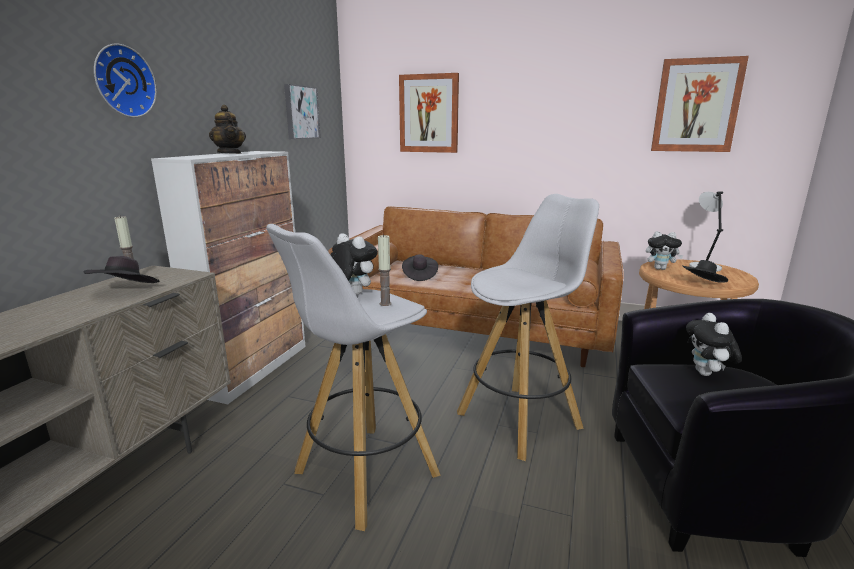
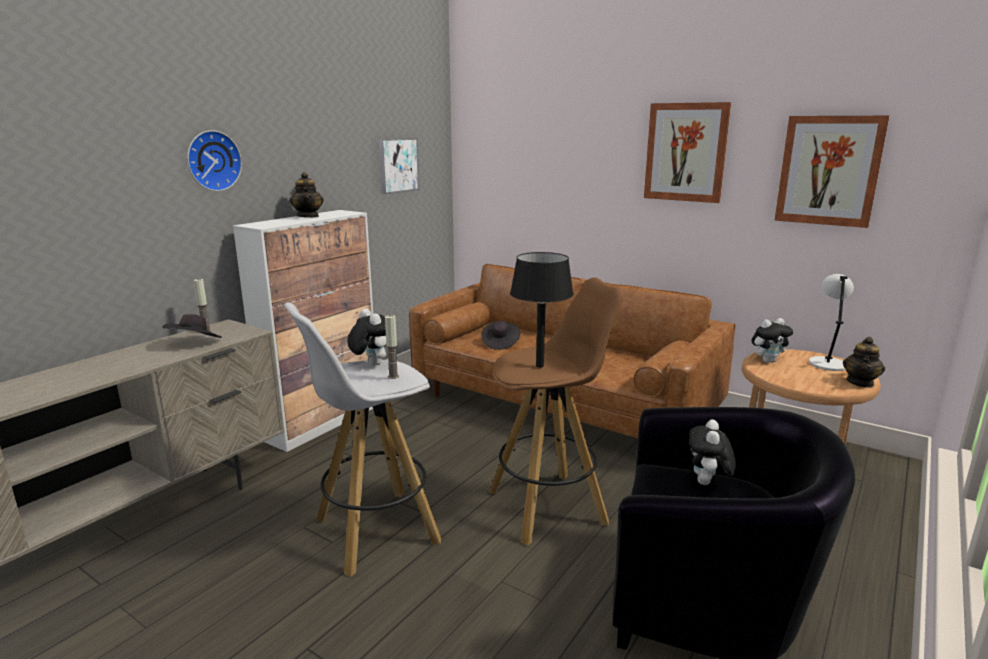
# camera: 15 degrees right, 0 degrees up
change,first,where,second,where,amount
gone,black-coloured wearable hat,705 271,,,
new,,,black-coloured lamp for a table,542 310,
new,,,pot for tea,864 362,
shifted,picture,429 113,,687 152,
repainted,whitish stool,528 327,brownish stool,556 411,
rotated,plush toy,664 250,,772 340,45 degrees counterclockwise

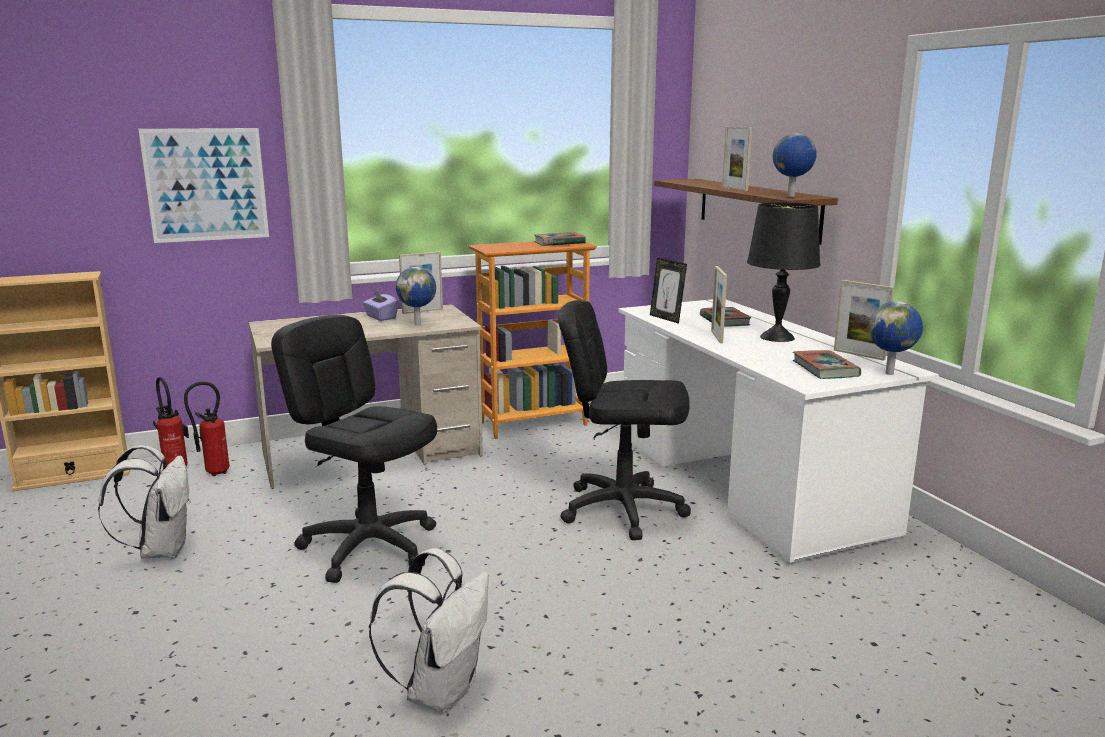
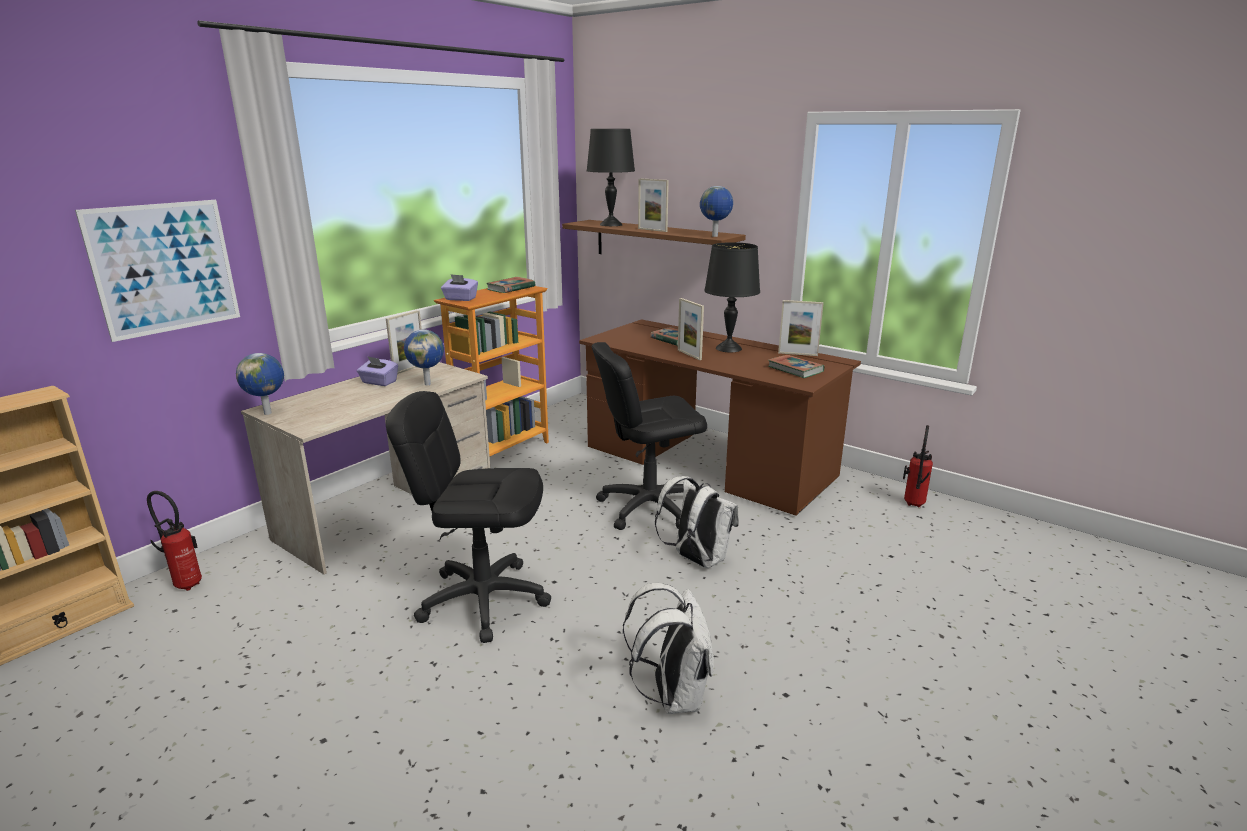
# camera: 30 degrees left, 5 degrees up
change,first,where,second,where,amount
gone,standing frame,668 291,,,
new,,,purplish tissue box,459 287,
new,,,black-coloured lamp for a table,611 177,
shifted,whitish backpack,144 501,,697 522,
shifted,extinguisher,207 429,,918 466,
shifted,globe,896 338,,260 384,
repainted,whitish desk unit,778 431,brownish desk unit,720 417,

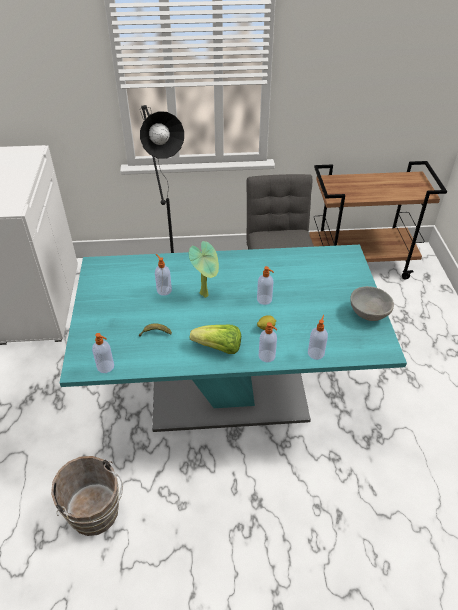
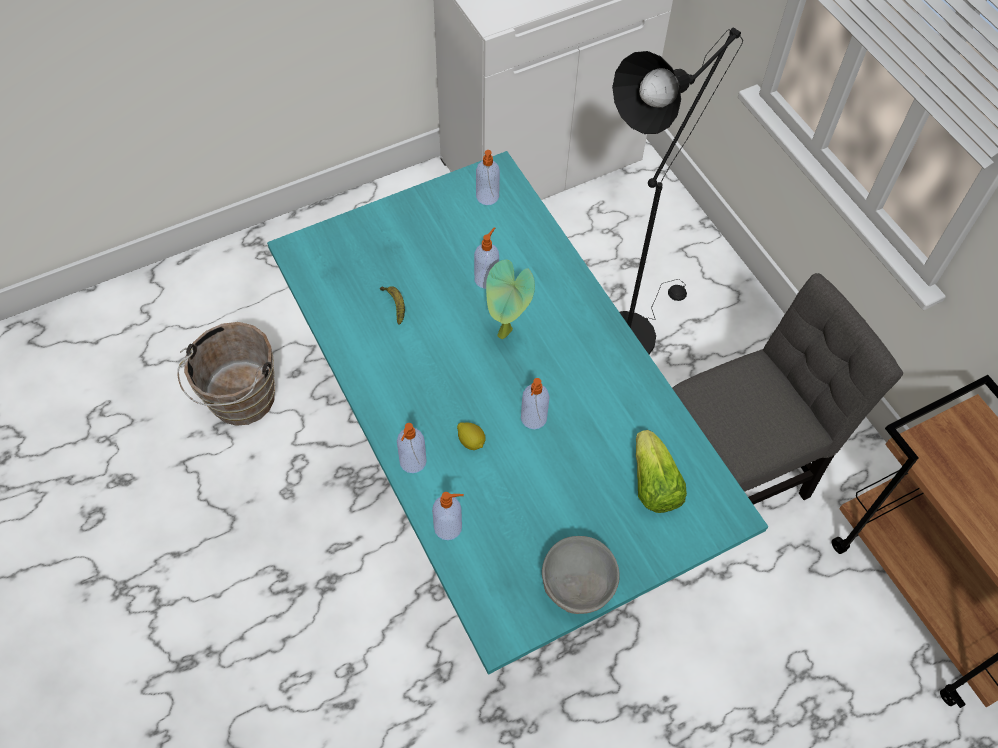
# camera: 65 degrees right, 15 degrees up
change,first,where,second,where,amount
shifted,soap dispenser,103 353,,488 177,
shifted,lettuce head,215 339,,661 471,

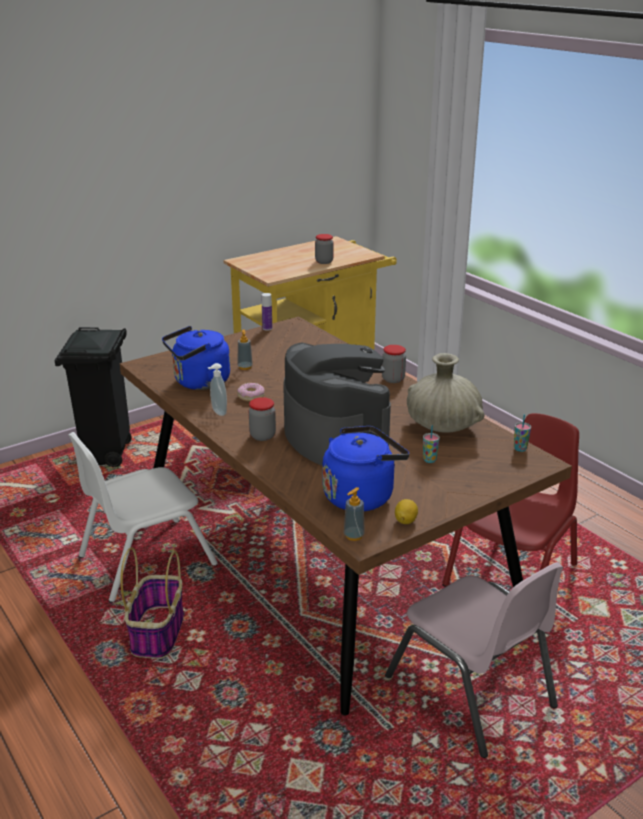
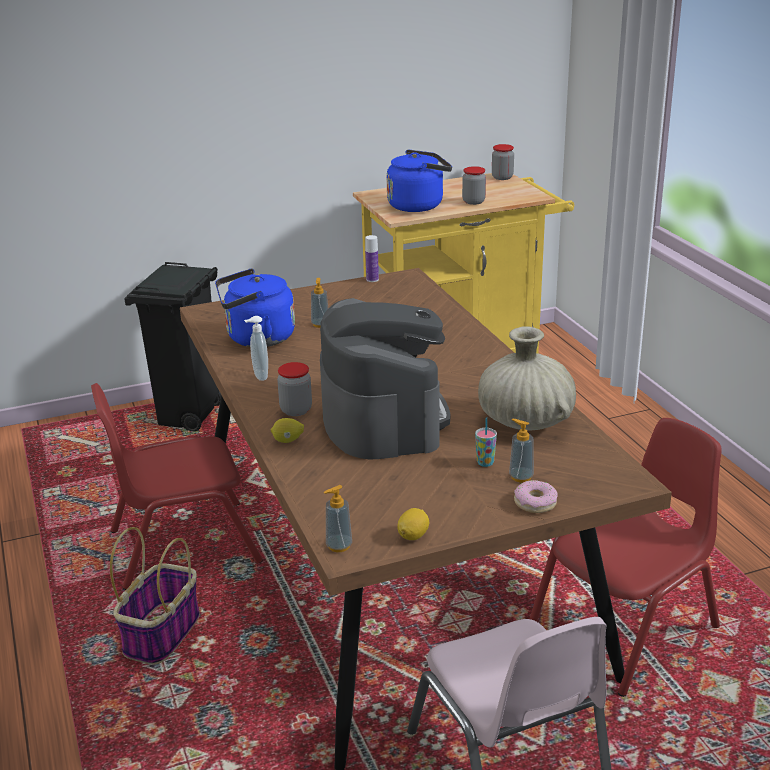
# camera: 15 degrees right, 0 degrees up
change,first,where,second,where,amount
gone,drinking cup,522 433,,,
new,,,citrus fruit,287 430,
new,,,soap dispenser,521 450,
shifted,ring doughnut,251 392,,536 496,
shifted,blue-coloured water kettle,366 468,,419 180,
shifted,storage jar,394 364,,503 162,
repainted,whitish upright chair,143 517,red-coloured upright chair,177 486,

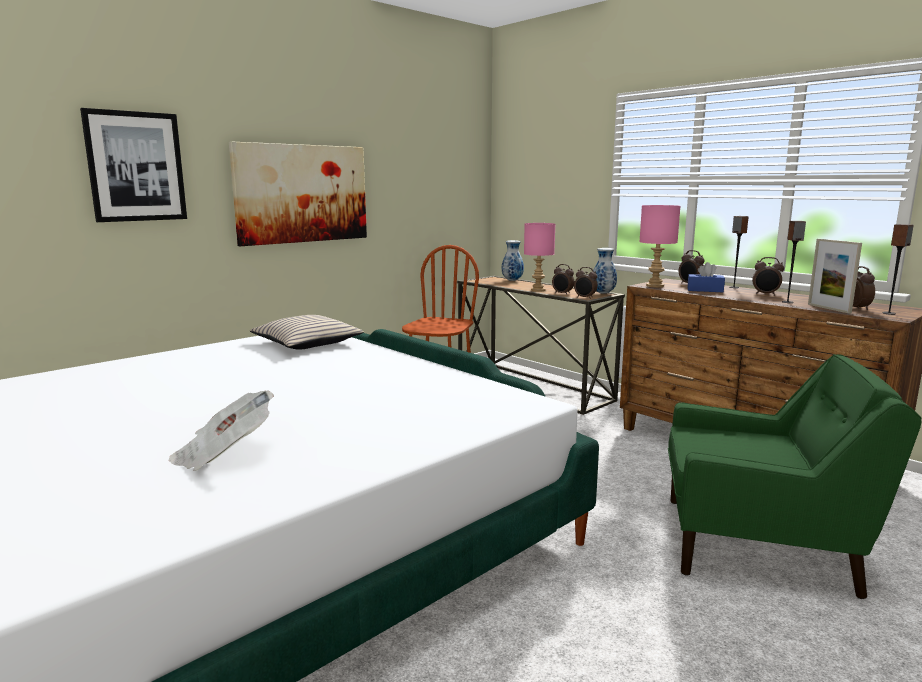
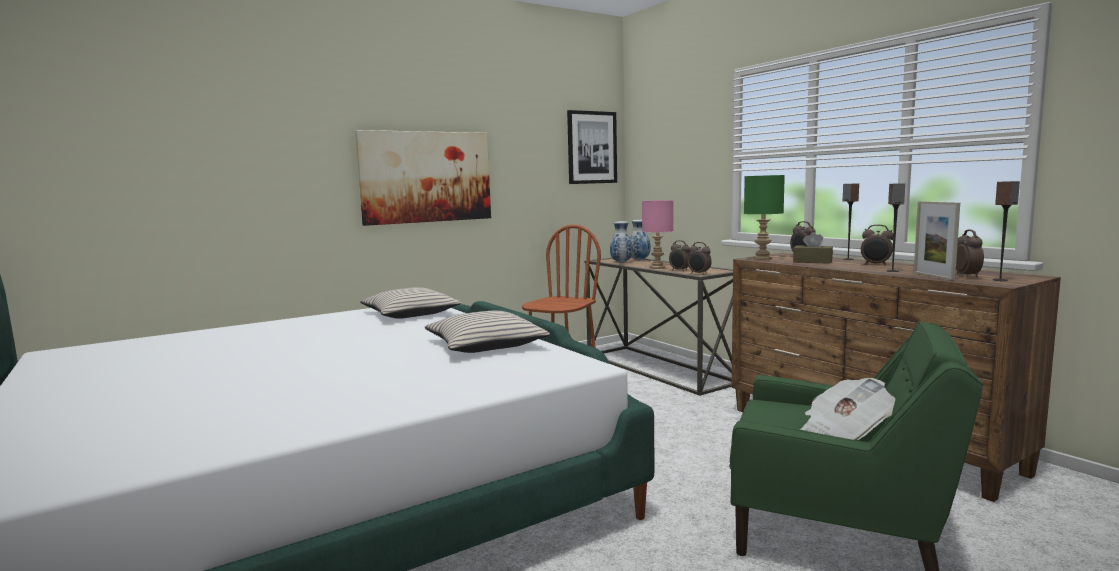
# camera: 10 degrees right, 5 degrees down
change,first,where,second,where,amount
new,,,beige pillow,487 332,
shifted,picture,133 165,,592 147,
shifted,daily paper,221 431,,847 409,
shifted,vase,605 271,,621 242,
repainted,pinkish lamp for a table,660 246,greenish lamp for a table,764 217,
repainted,blue-coloured tissue box,706 277,brownish tissue box,813 248,

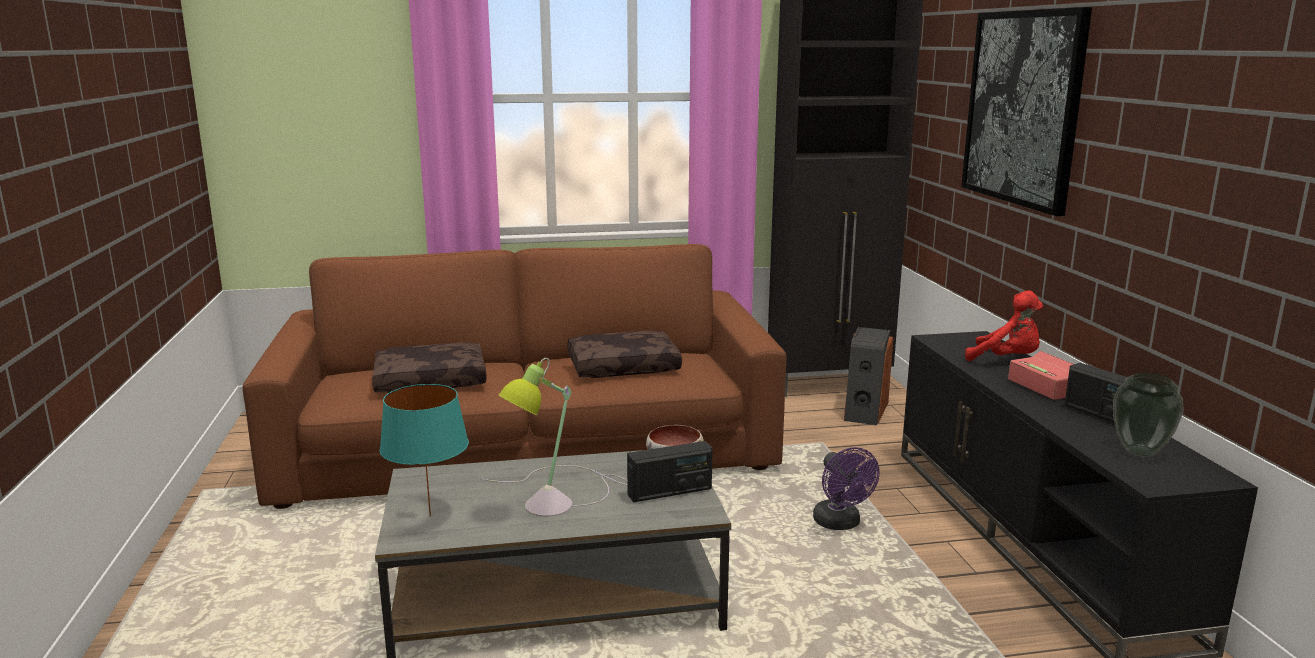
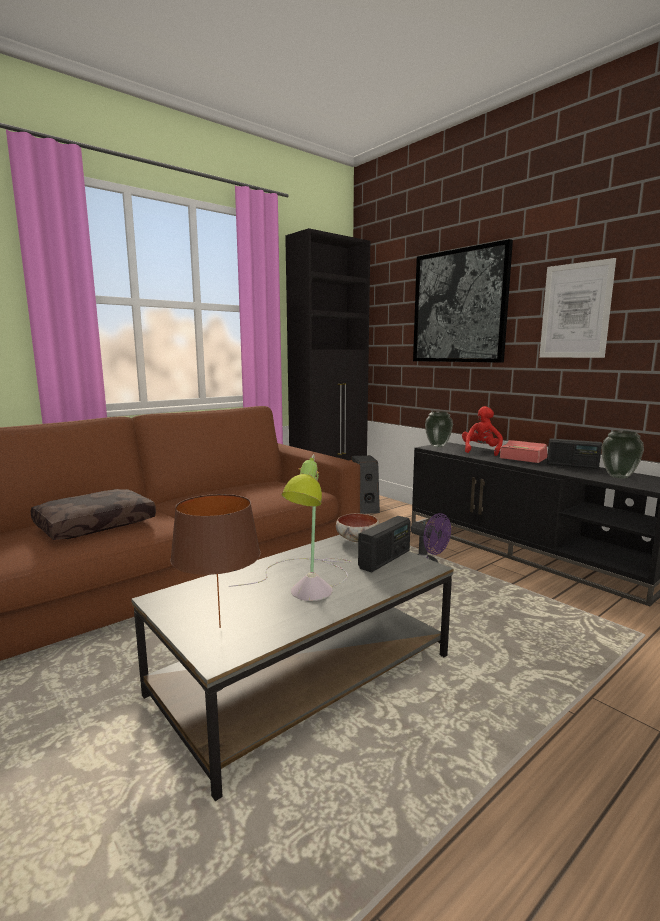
# camera: 30 degrees left, 5 degrees down
change,first,where,second,where,amount
gone,brownish pillow,624 354,,,
new,,,vase,439 429,
new,,,picture,577 308,
repainted,turquoise-coloured lamp for a table,424 450,brownish lamp for a table,215 561,
rotated,red-coloured plush toy,1004 325,,482 431,75 degrees counterclockwise

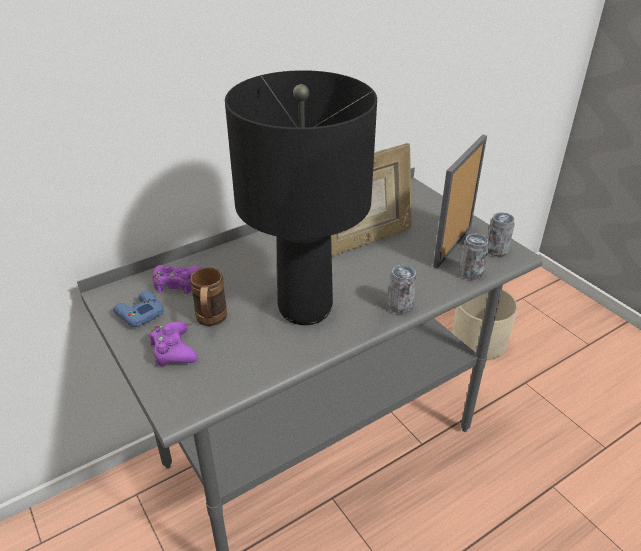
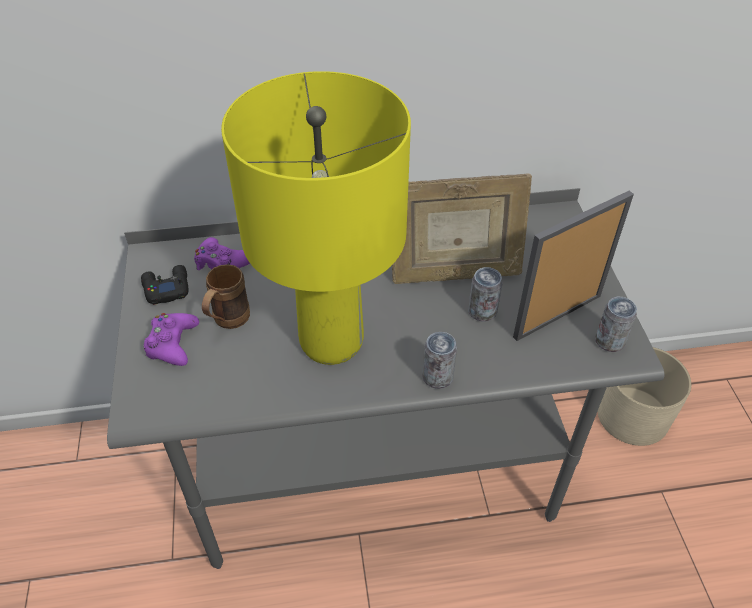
# camera: 25 degrees right, 10 degrees up
change,first,where,second,where,amount
shifted,sealed can,474 257,,485 294,
repainted,blue-coloured gamepad,138 309,black-coloured gamepad,165 285,
repainted,black-coloured lamp for a table,301 197,yellowish lamp for a table,316 218,

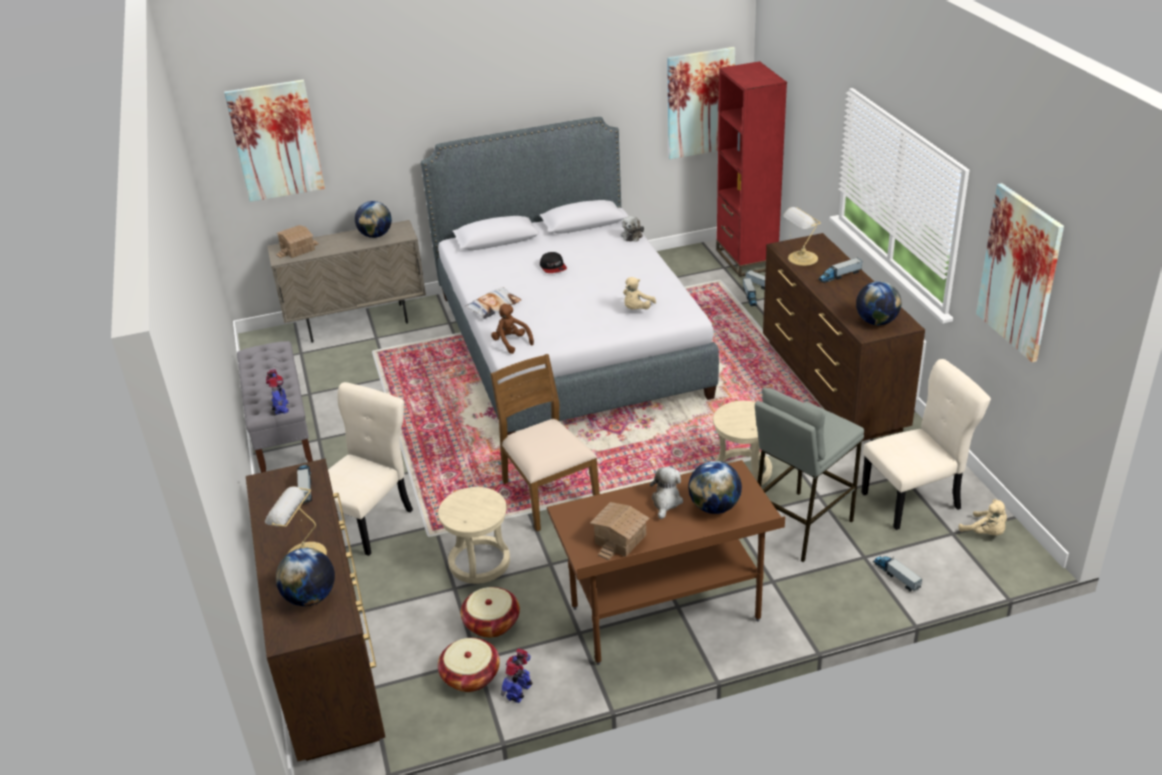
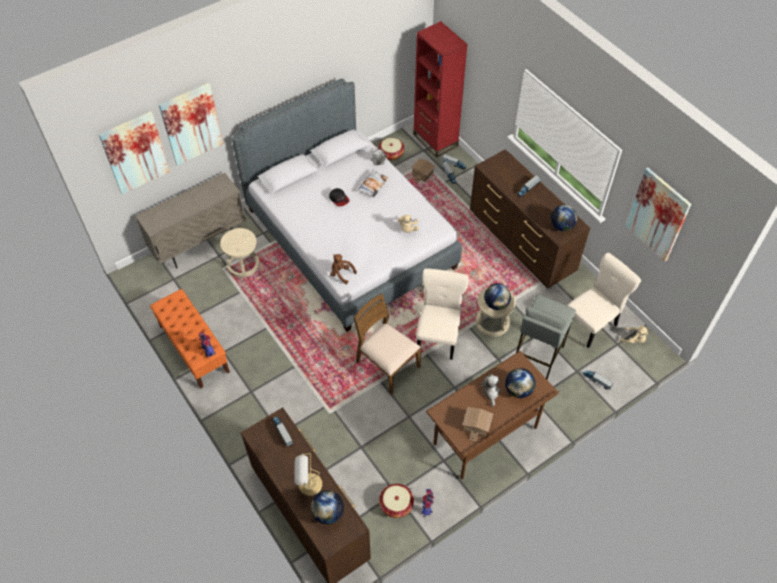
# camera: 20 degrees left, 20 degrees up
change,first,where,second,where,amount
gone,lamp for a table,802 236,,,
shifted,toy house,297 241,,423 170,
shifted,beige upright chair,370 469,,442 314,
shifted,globe,373 219,,497 296,
shifted,beige stool,474 535,,240 252,
shifted,storage basket,490 612,,391 149,
shifted,pillow,493 303,,373 184,
shifted,picture,701 103,,191 124,
repainted,gray indoor bench,275 407,orange-coloured indoor bench,190 339,

